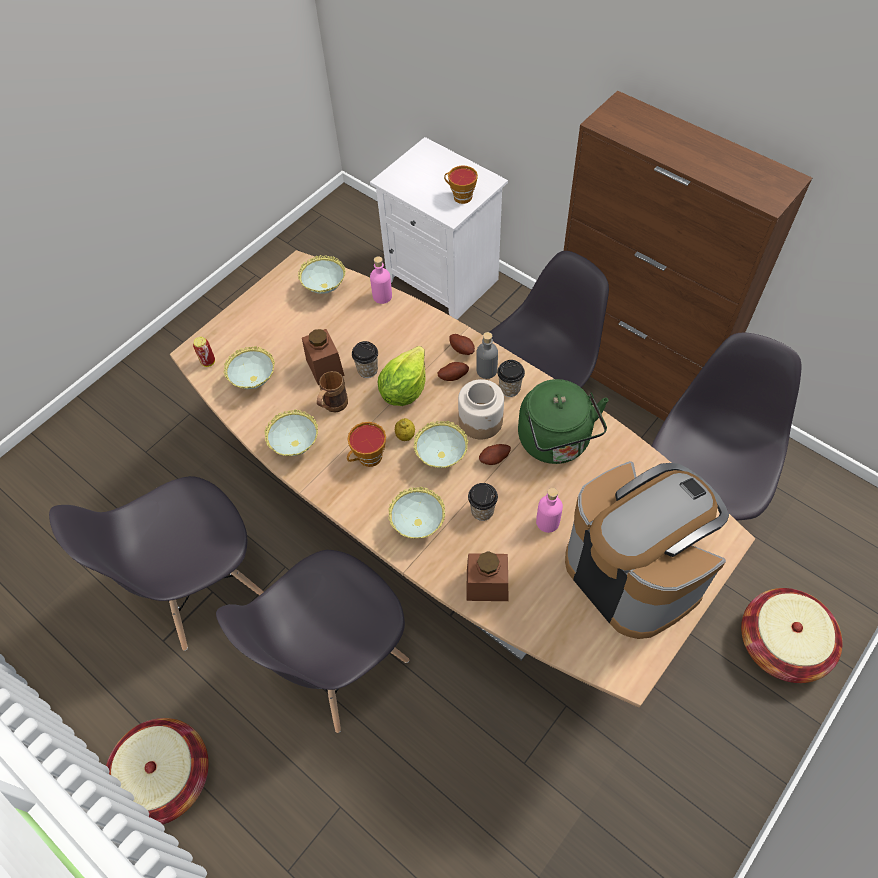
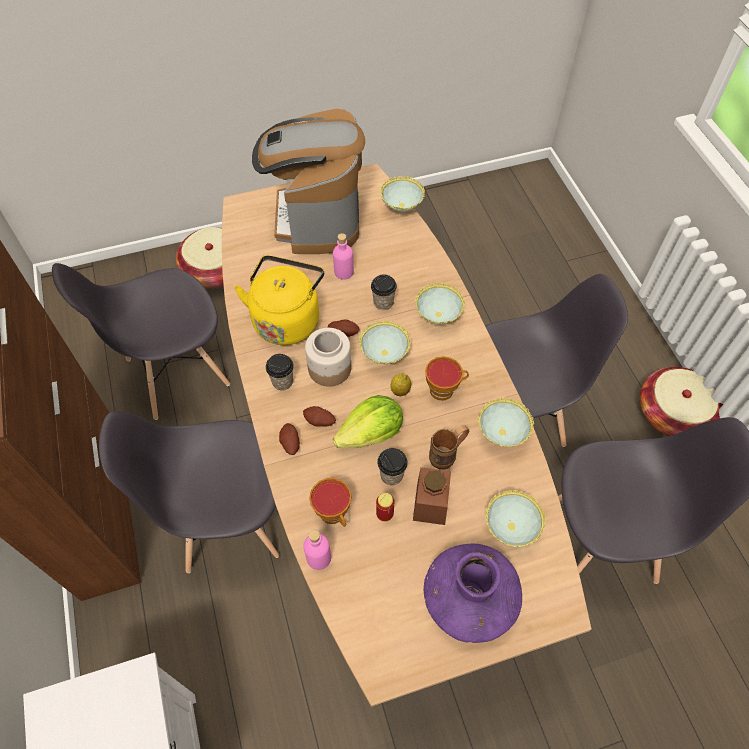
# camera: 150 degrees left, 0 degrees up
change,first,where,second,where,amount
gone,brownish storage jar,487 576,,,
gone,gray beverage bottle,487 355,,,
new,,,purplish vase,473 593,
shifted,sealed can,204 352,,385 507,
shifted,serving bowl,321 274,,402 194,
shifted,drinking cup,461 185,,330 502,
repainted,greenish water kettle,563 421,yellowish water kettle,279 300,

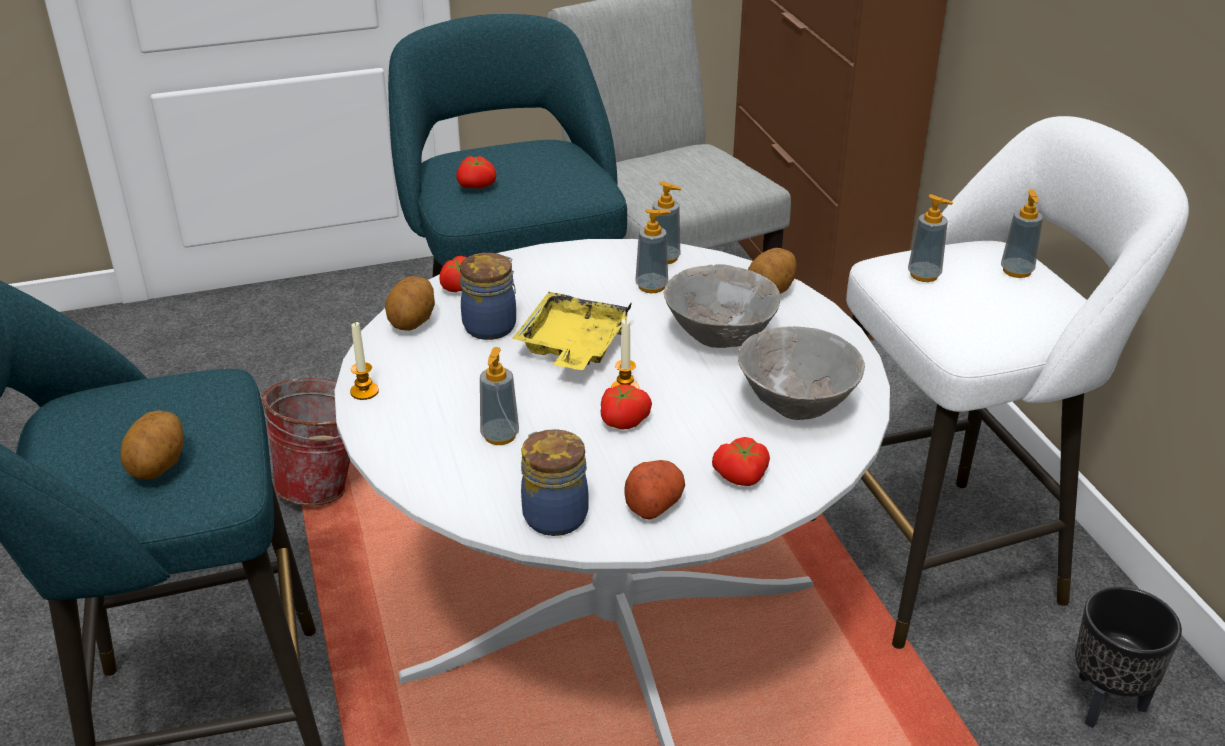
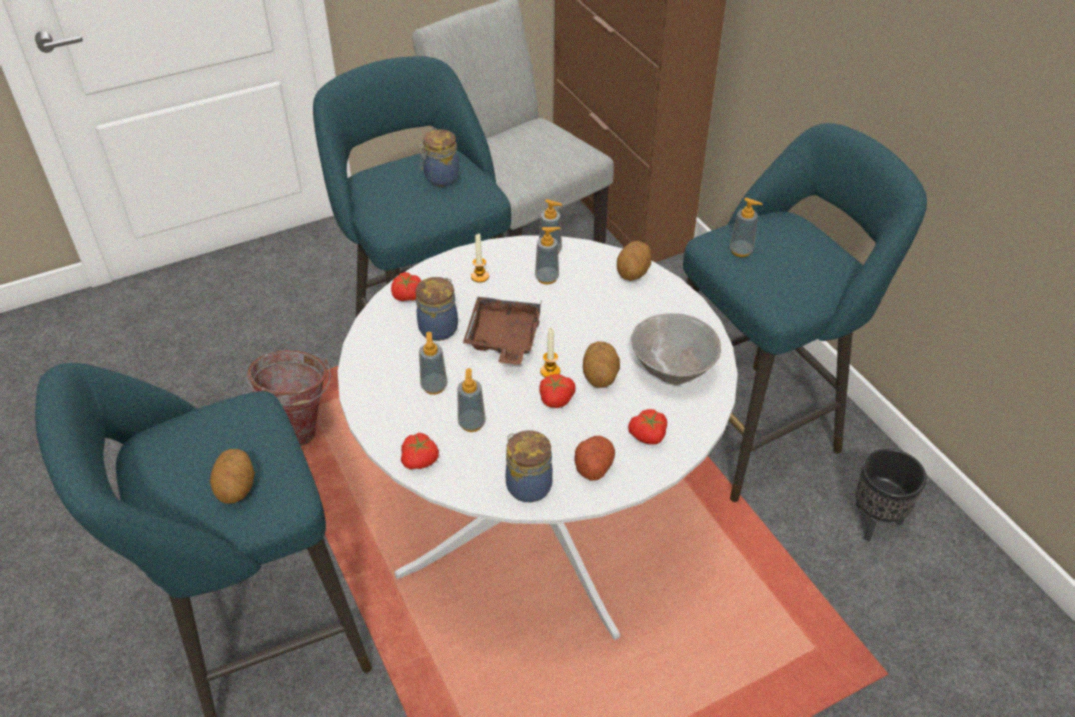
# camera: 10 degrees left, 10 degrees up
change,first,where,second,where,amount
gone,gray serving bowl,722 306,,,
new,,,storage jar,439 157,
shifted,candle,364 361,,480 258,
shifted,potato,410 303,,601 364,
shifted,fresh tomato,476 172,,420 451,
shifted,soap dispenser,1022 233,,433 363,
repainted,yellowish tray,572 331,brownish tray,502 331,
repainted,whitish stool,1000 382,turquoise-coloured stool,805 312,

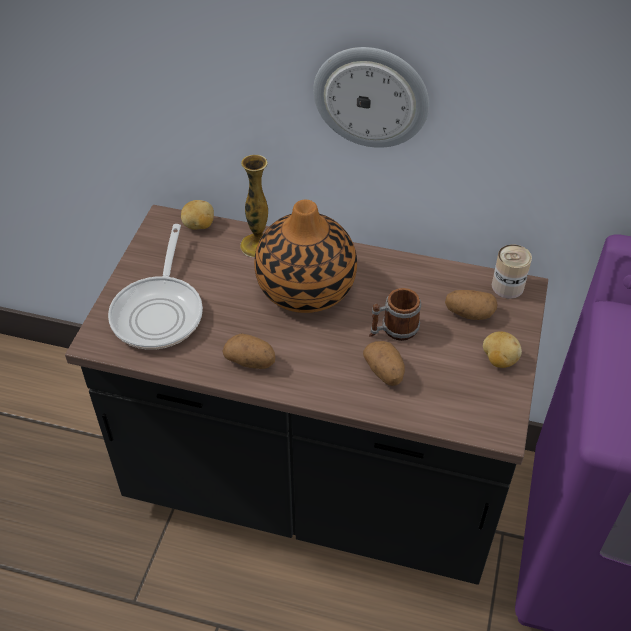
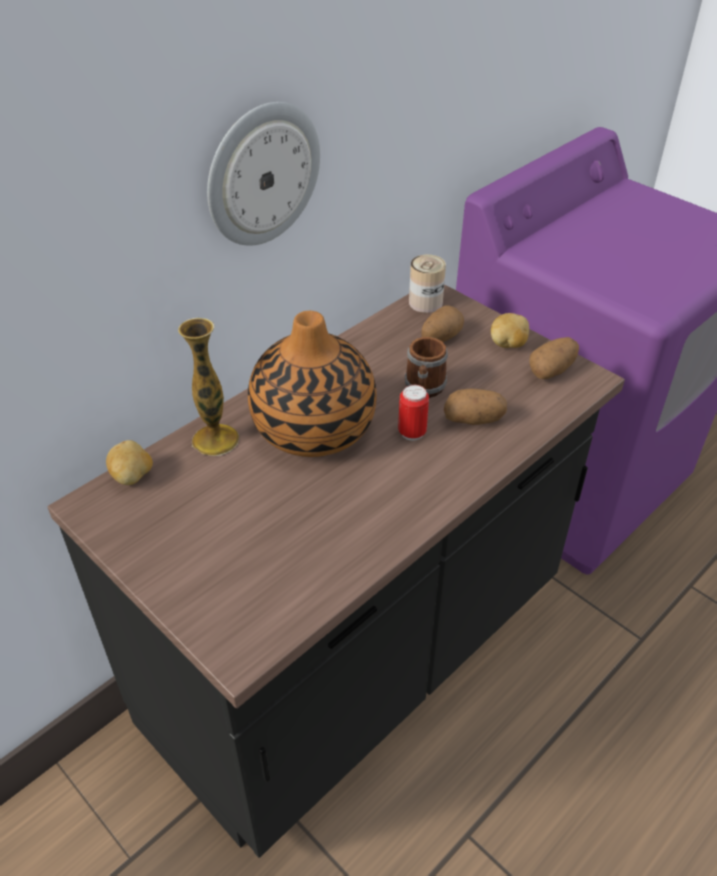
# camera: 60 degrees left, 5 degrees down
change,first,where,second,where,amount
gone,skillet,155 287,,,
new,,,sealed can,413 413,
shifted,potato,249 351,,554 358,

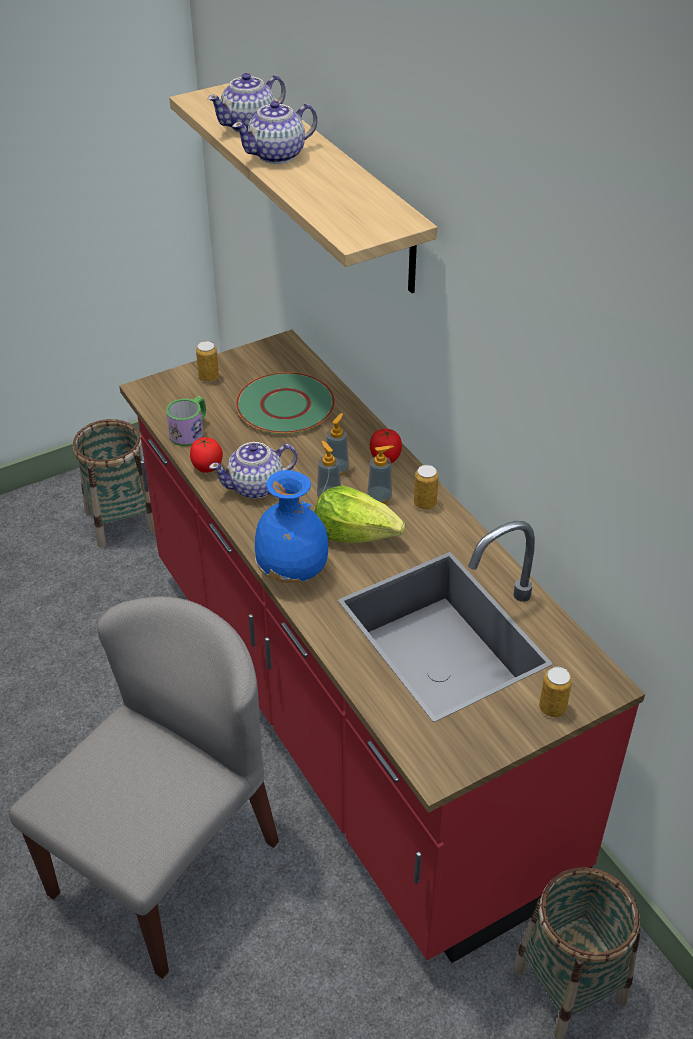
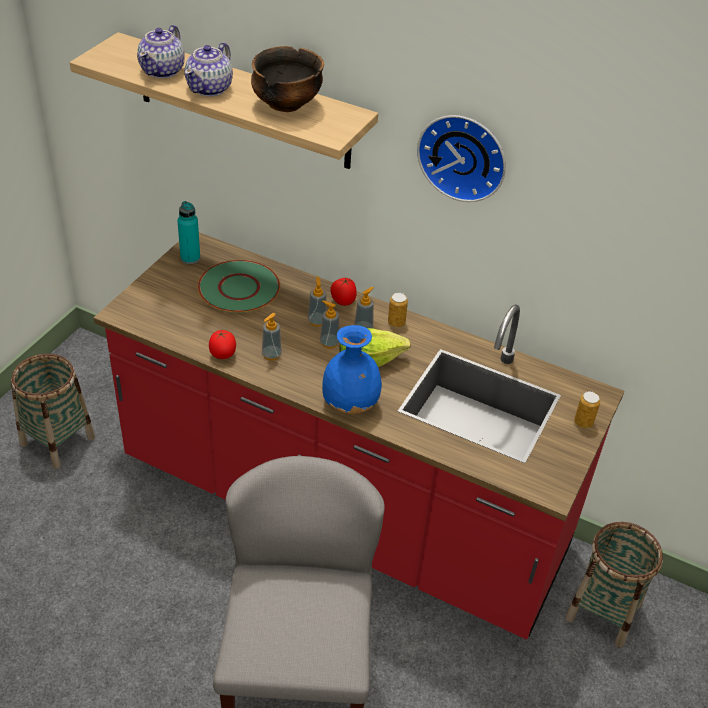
# camera: 35 degrees left, 0 degrees up
change,first,where,second,where,amount
gone,coffee mug,186 421,,,
gone,sealed can,207 361,,,
new,,,turquoise-coloured beverage bottle,188 232,
new,,,serving bowl,287 79,
new,,,wall clock,461 158,
swapped,pot for tea,253 470,soap dispenser,272 336,

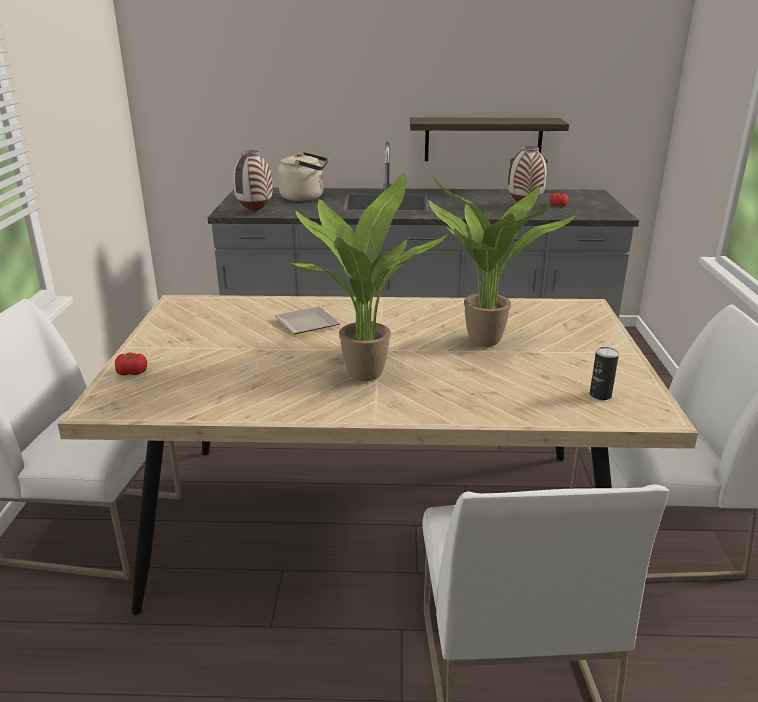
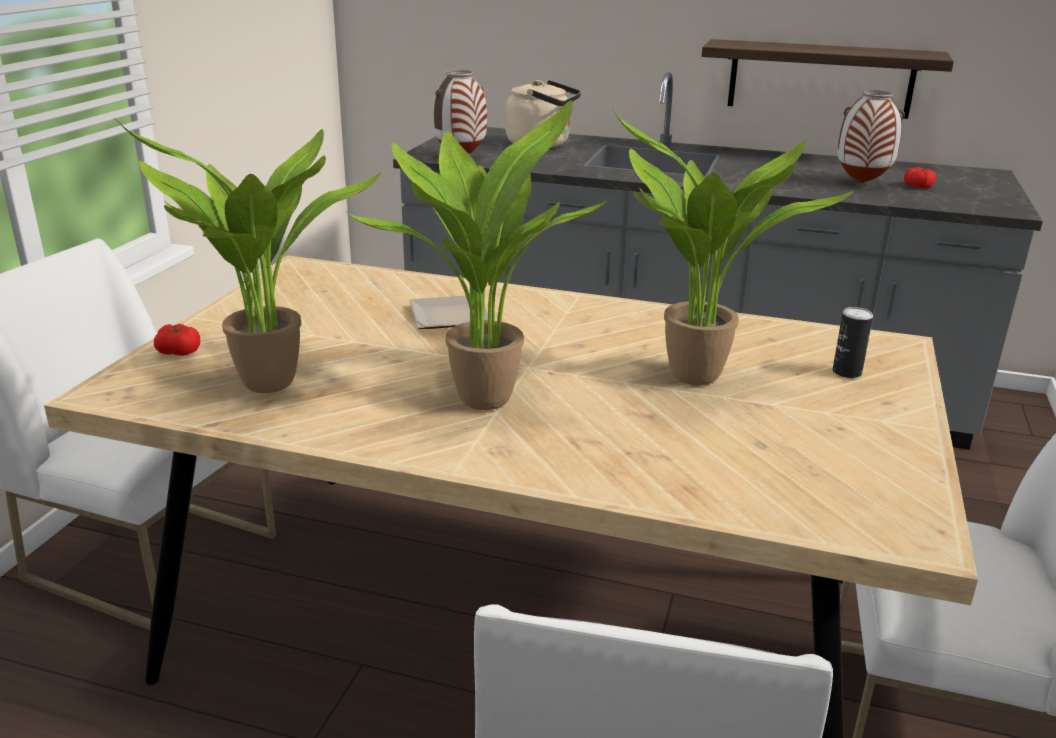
# camera: 15 degrees right, 0 degrees up
change,first,where,second,where,amount
new,,,plant in a pot,248 255,
shifted,sealed can,604 373,,853 342,

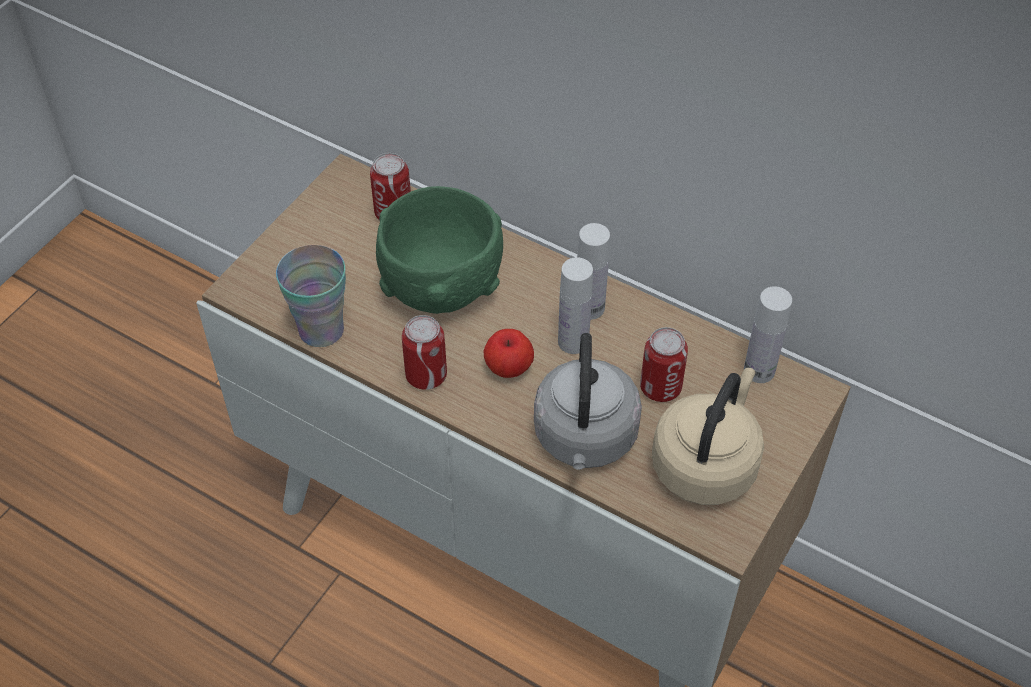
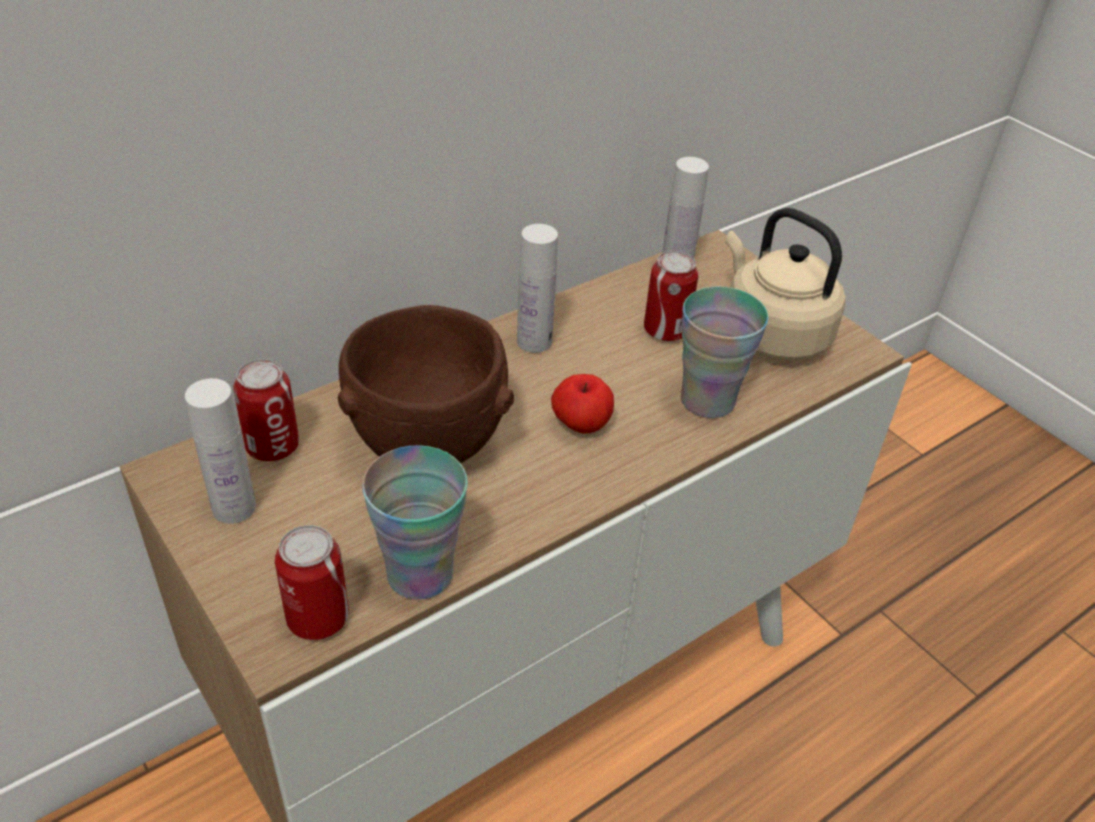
# camera: 70 degrees left, 10 degrees down
change,first,where,second,where,amount
shifted,sealed can,424 352,,312 582,
shifted,whitish beverage bottle,575 305,,220 451,
swapped,gray water kettle,588 401,drinking cup,724 352,
repainted,greenish serving bowl,439 250,brownish serving bowl,426 384,

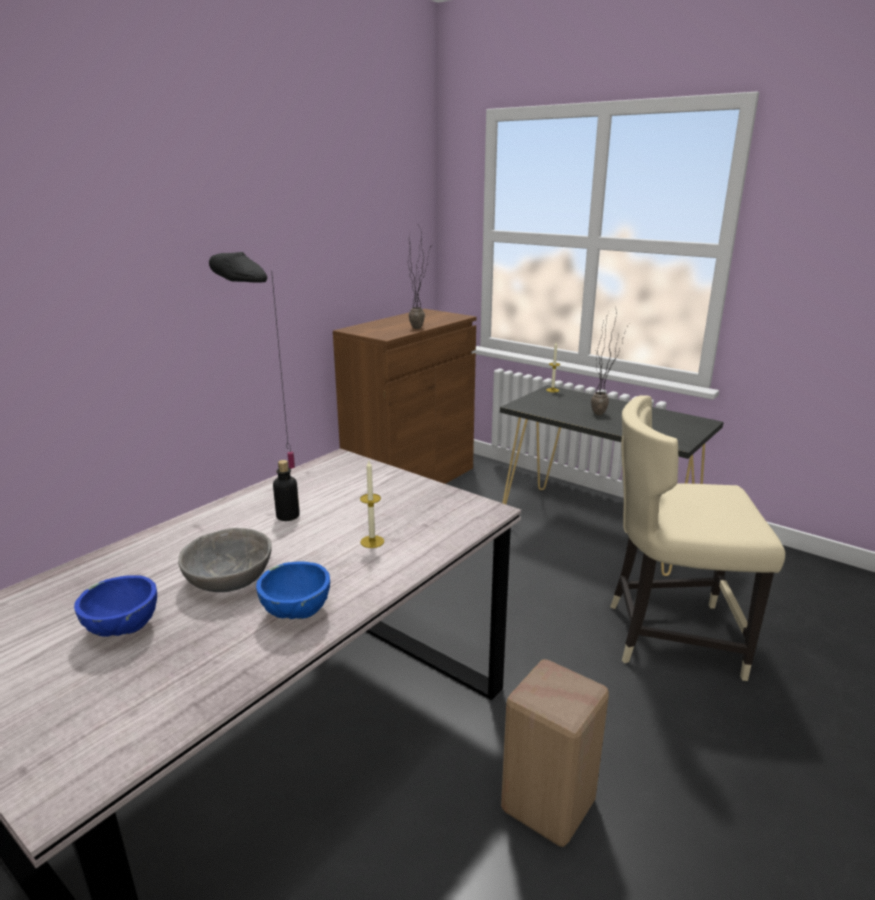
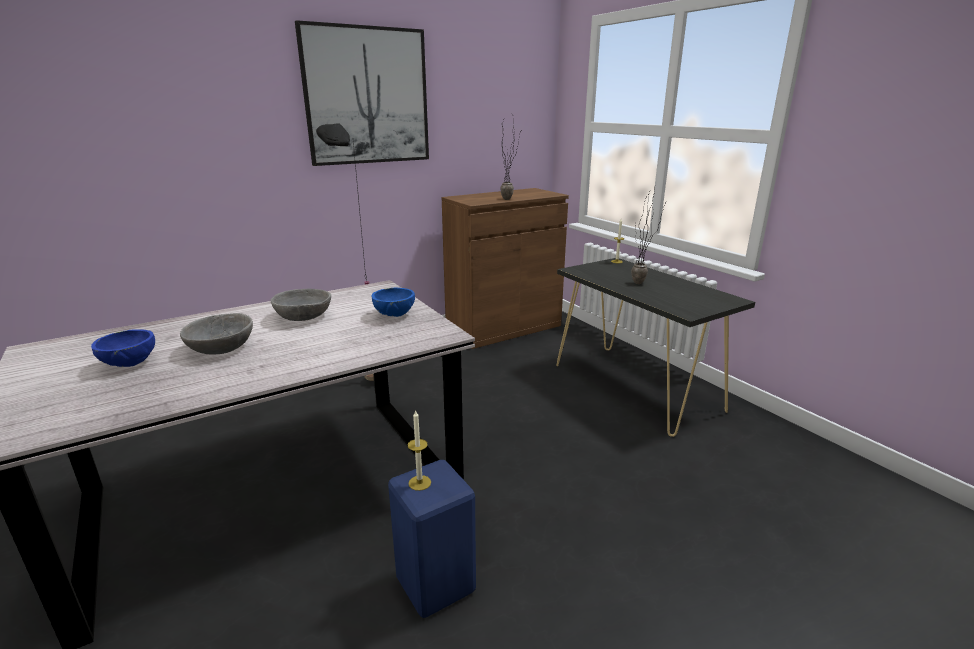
# camera: 20 degrees right, 0 degrees up
change,first,where,second,where,amount
gone,beige upright chair,697 538,,,
new,,,picture,362 93,
shifted,blue-coloured serving bowl,293 590,,393 302,
shifted,candle,372 504,,419 450,
swapped,beverage bottle,286 490,gray serving bowl,300 305,
repainted,beige stool,555 753,blue-coloured stool,432 539,

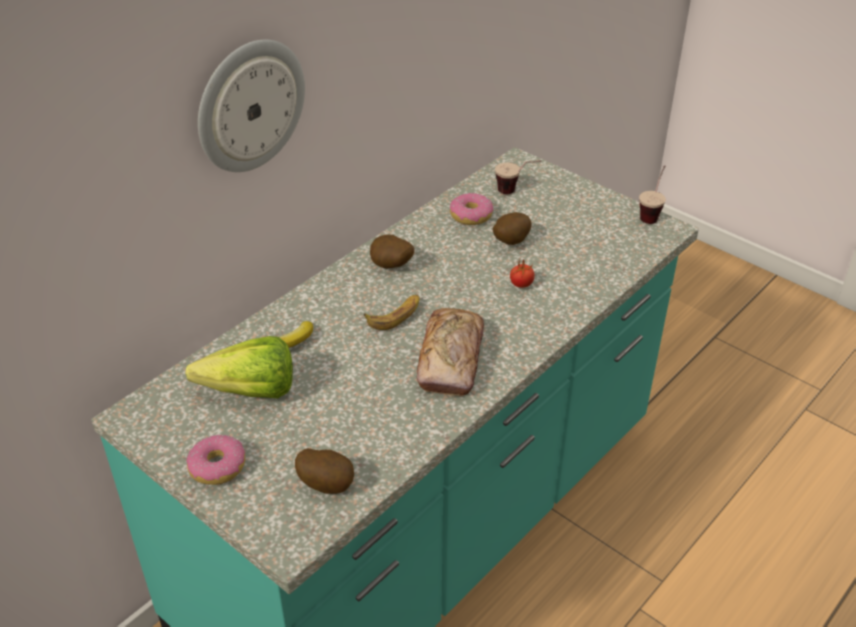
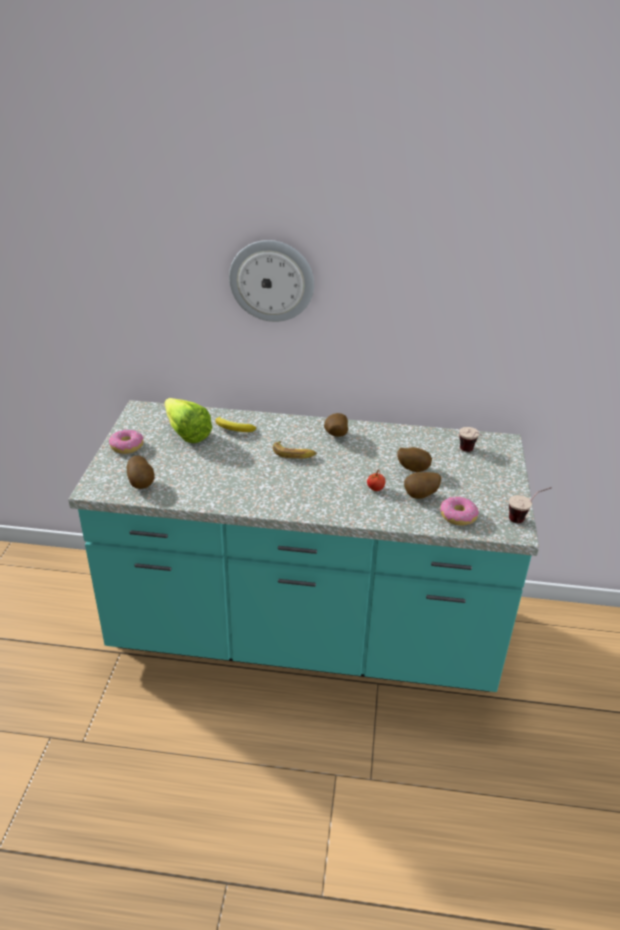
# camera: 55 degrees right, 5 degrees down
change,first,where,second,where,amount
gone,bread,450 352,,,
new,,,potato,422 485,
shifted,ring doughnut,472 209,,459 511,

